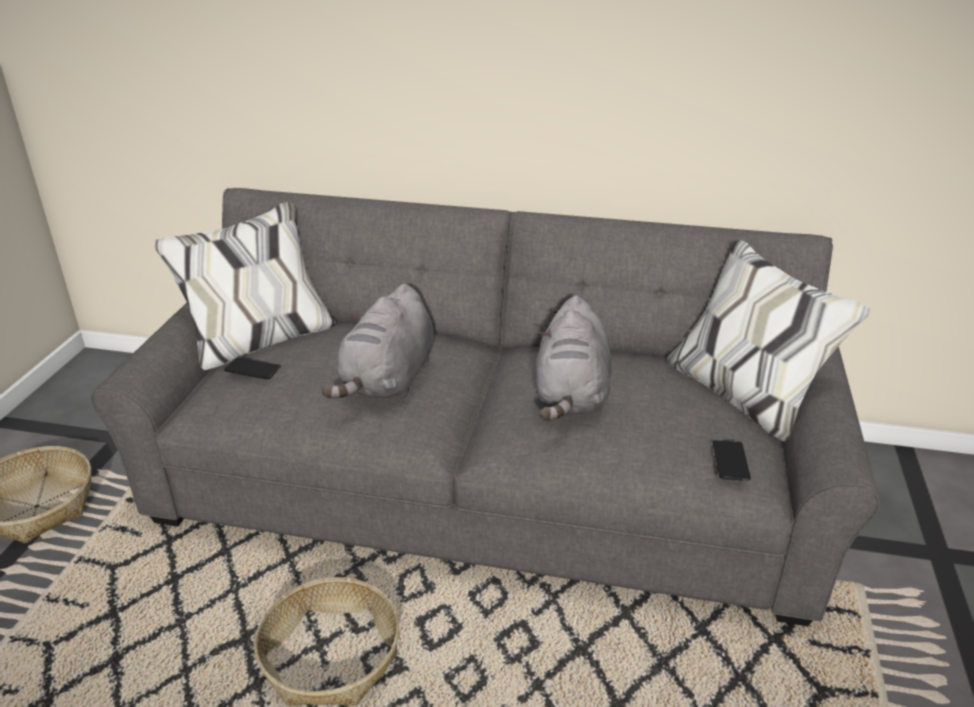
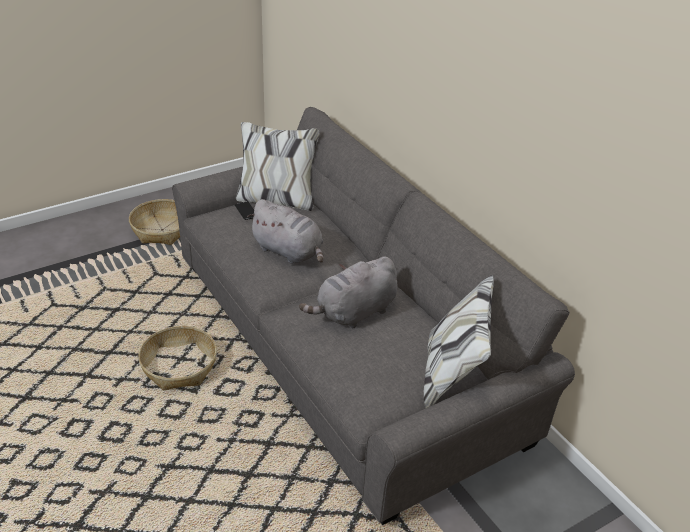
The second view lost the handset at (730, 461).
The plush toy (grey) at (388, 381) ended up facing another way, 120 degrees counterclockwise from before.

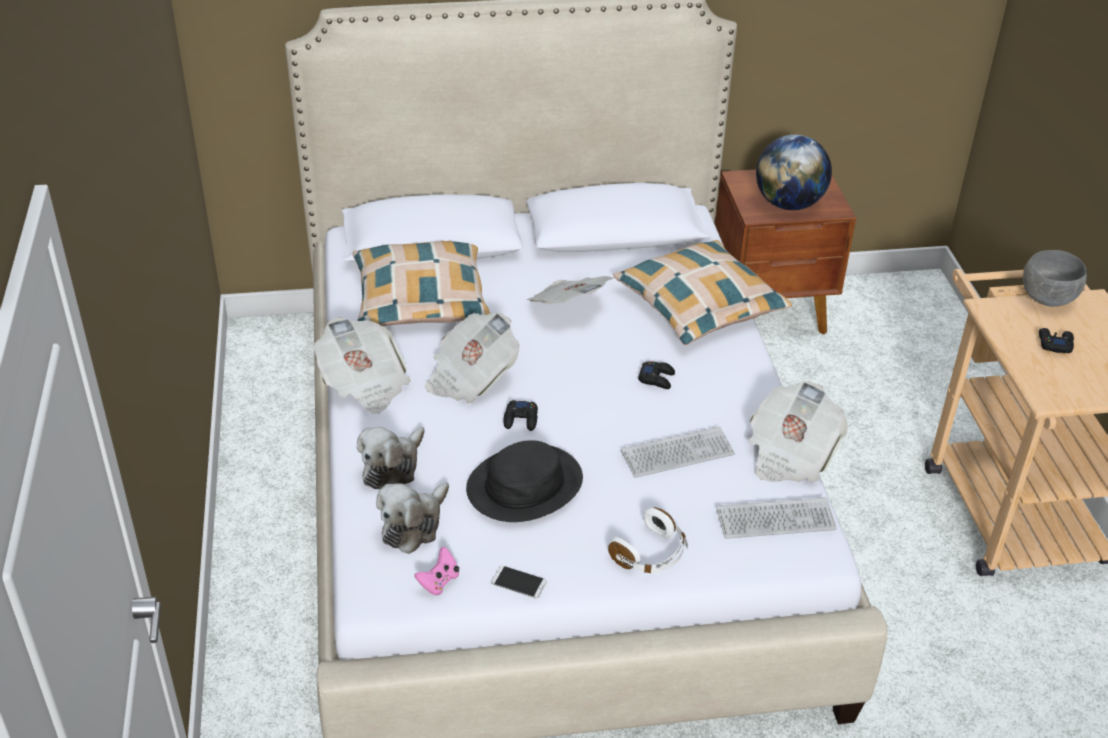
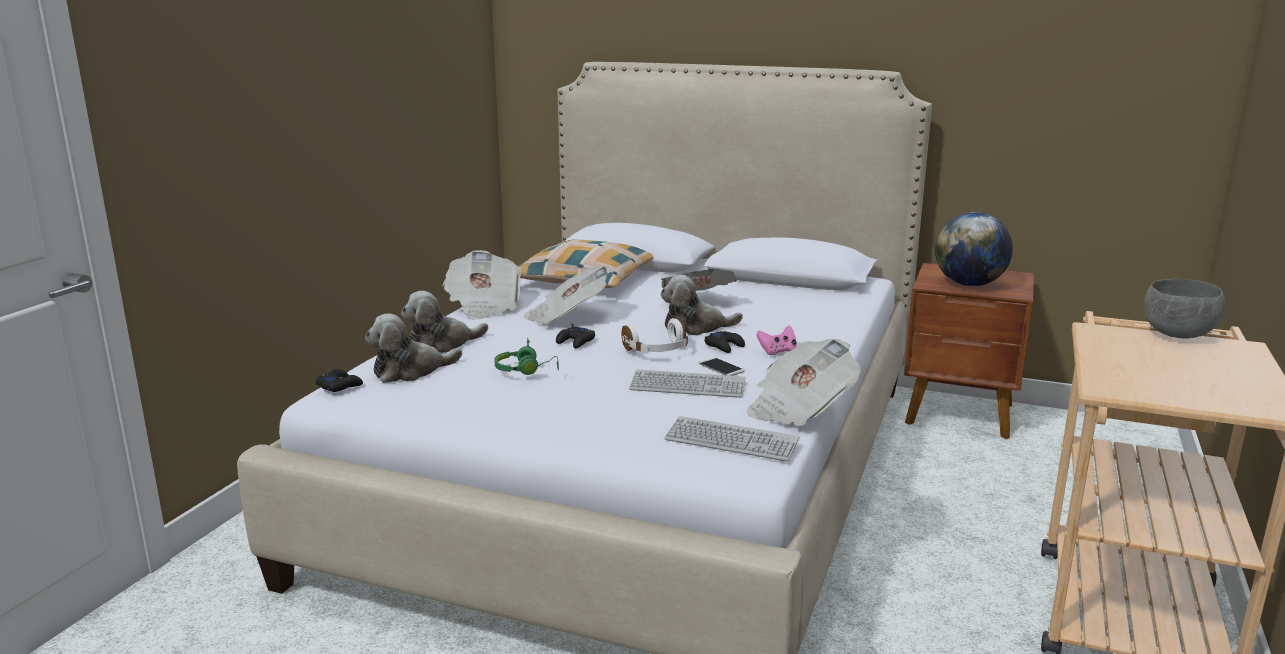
The second view lost the throw pillow at (700, 304).
The second view gained the plush toy at (695, 327).
The game controller (pink-coloured) ended up elsewhere, having gone from (439, 582) to (777, 351).
The handset ended up elsewhere, having gone from (518, 582) to (721, 368).
The headset (white-coloured) ended up elsewhere, having gone from (651, 554) to (657, 351).
The game controller (black-coloured) ended up elsewhere, having gone from (1054, 344) to (339, 386).
Where the clothing hat (black-coloured) stood at (524, 485), the headset (greenish) came to stand at (526, 370).

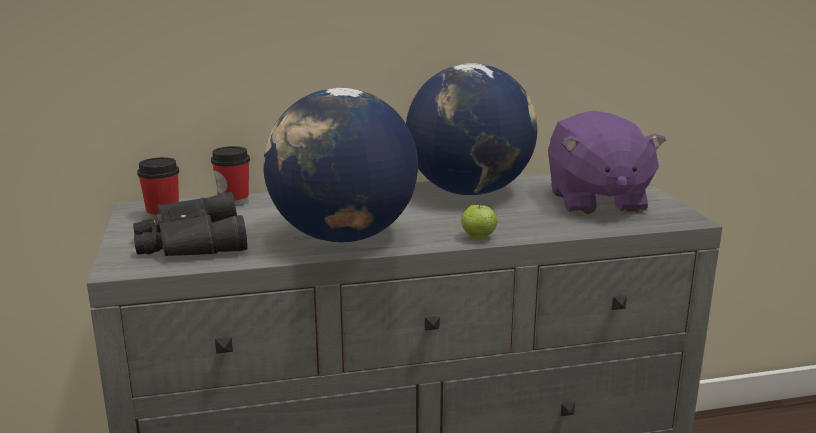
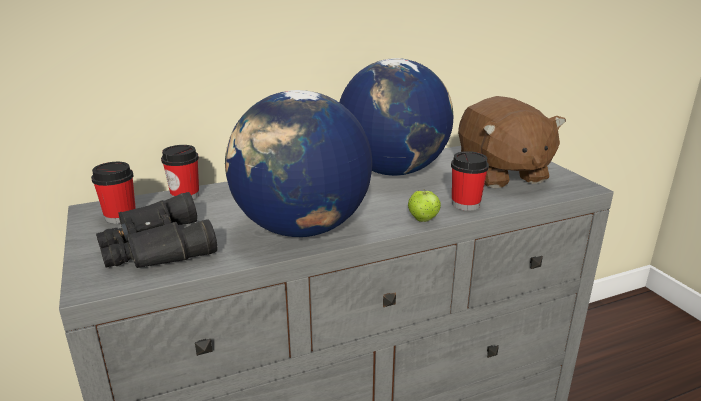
The second view gained the drinking cup at (465, 204).
What was the plush toy (purple) at (595, 201) turned into the plush toy (brown-coloured) at (501, 174).

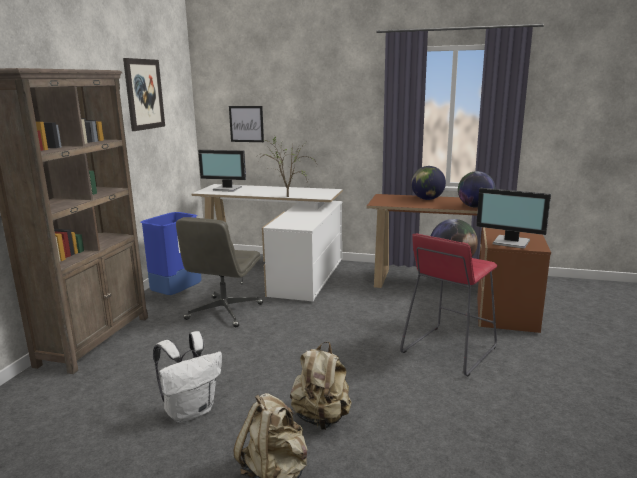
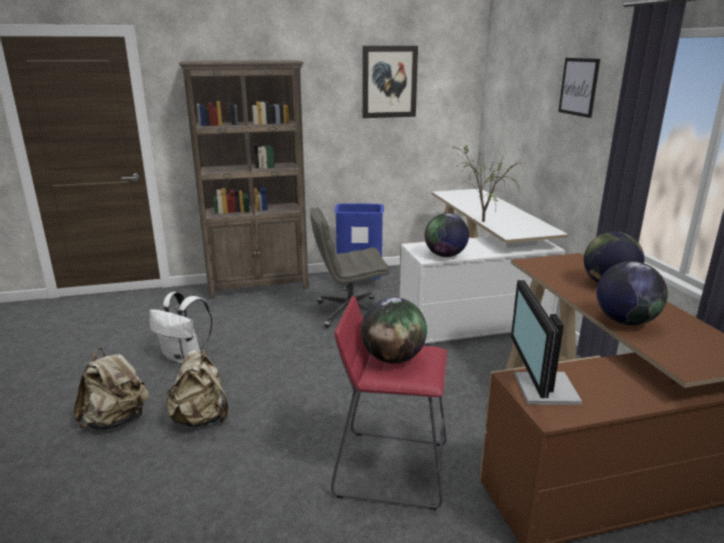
The second view lost the monitor at (227, 189).
The second view gained the desk globe at (445, 255).
The picture ended up elsewhere, having gone from (246, 124) to (578, 87).

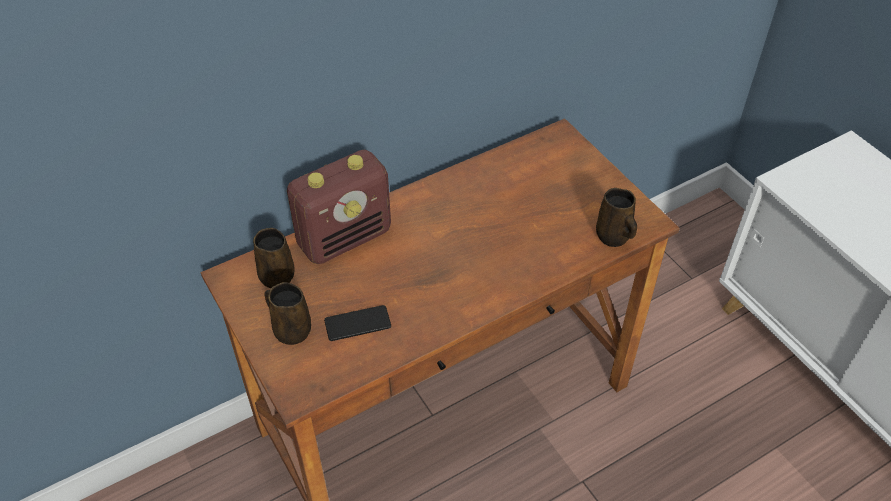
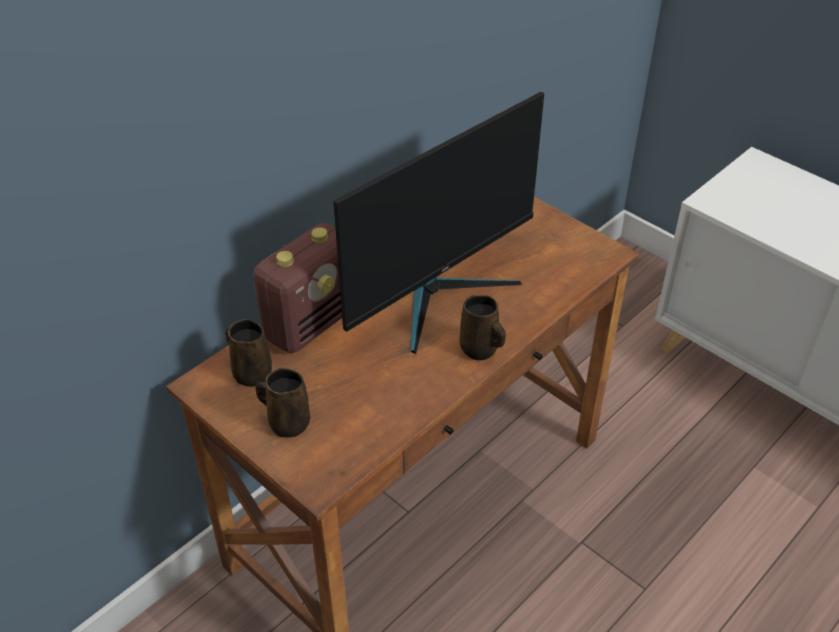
The second view lost the handset at (357, 324).
The second view gained the monitor at (438, 293).
The mug (brown-coloured) ended up elsewhere, having gone from (613, 237) to (480, 350).

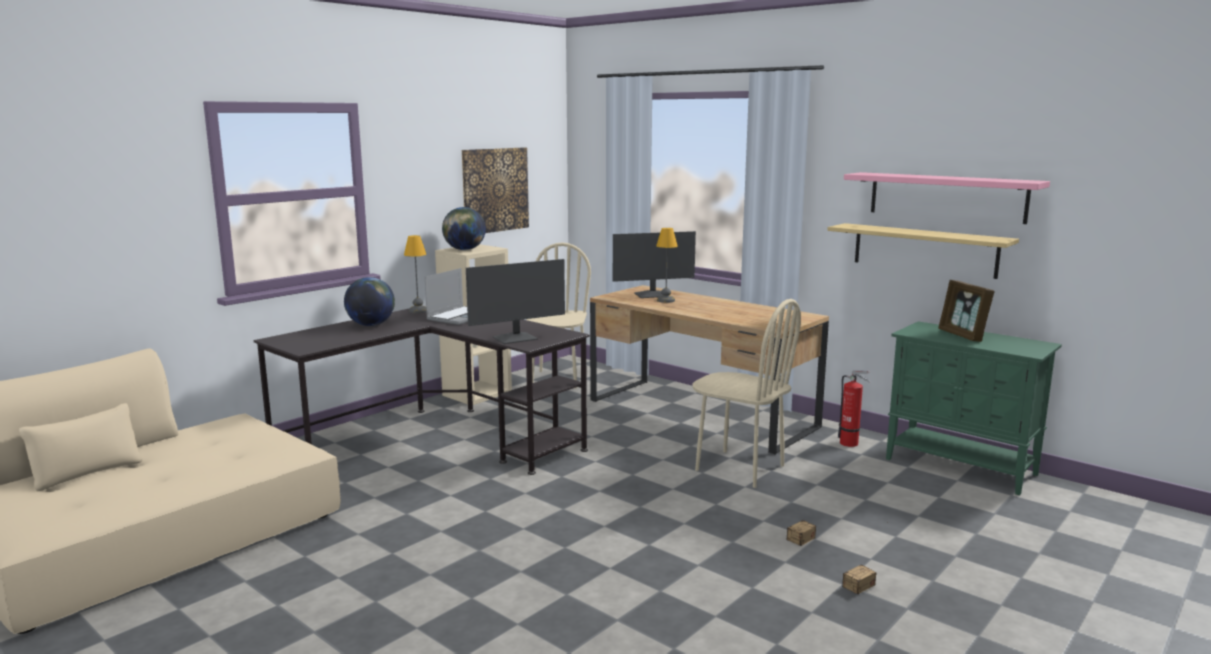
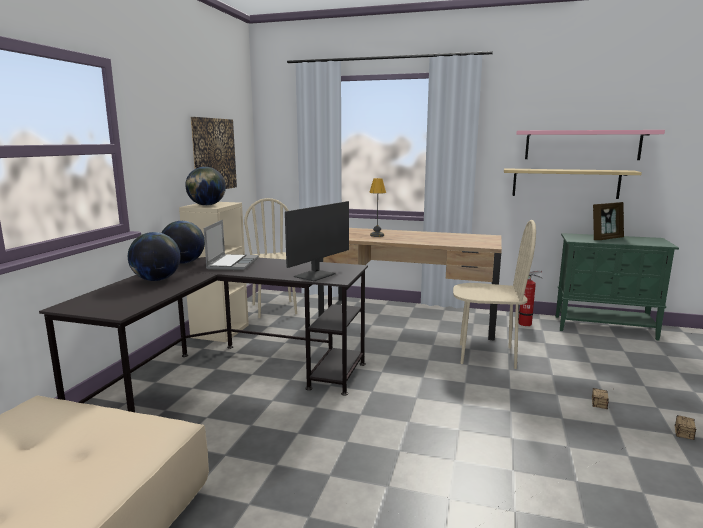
The second view lost the monitor at (652, 295).
Where the tabletop lamp stood at (418, 311), the desk globe came to stand at (183, 262).
The standing frame at (962, 335) ended up facing another way, 75 degrees counterclockwise from before.

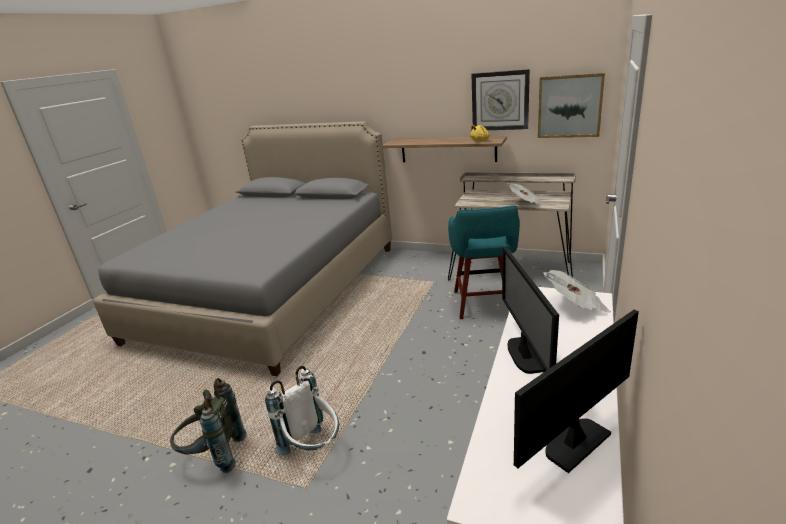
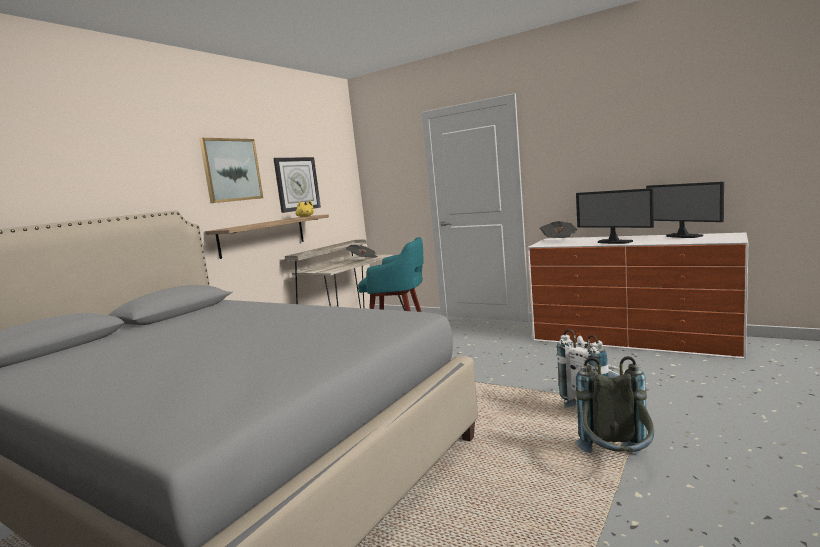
The picture ended up elsewhere, having gone from (569, 106) to (231, 170).
The monitor at (524, 355) ended up facing another way, 45 degrees clockwise from before.

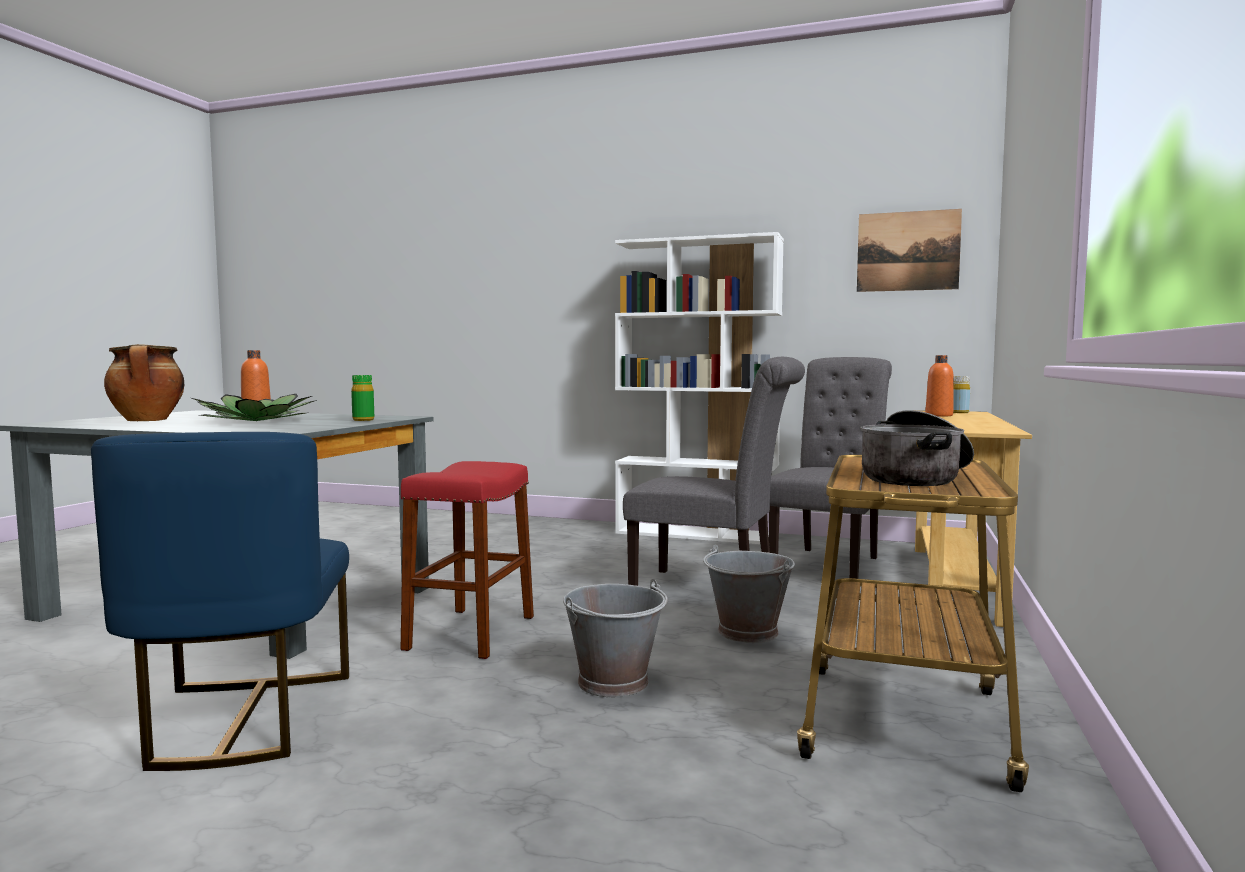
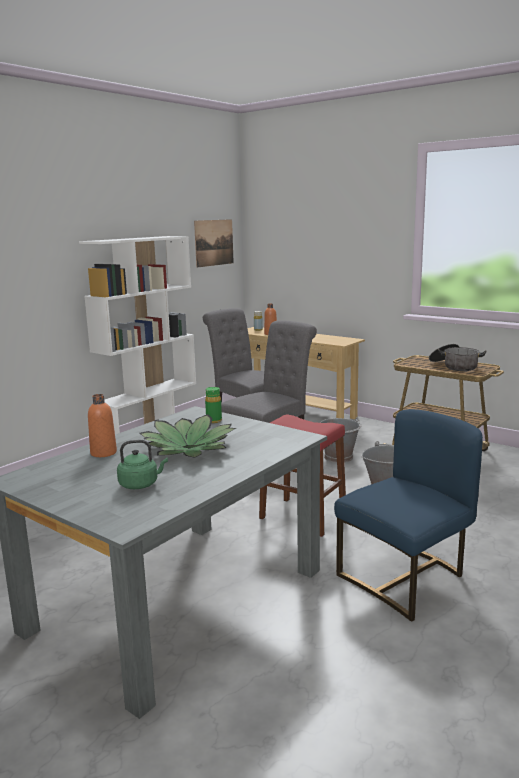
Where the saucepot stood at (148, 420), the water kettle (greenish) came to stand at (140, 484).
The chair (blue) at (242, 719) ended up facing another way, 45 degrees counterclockwise from before.

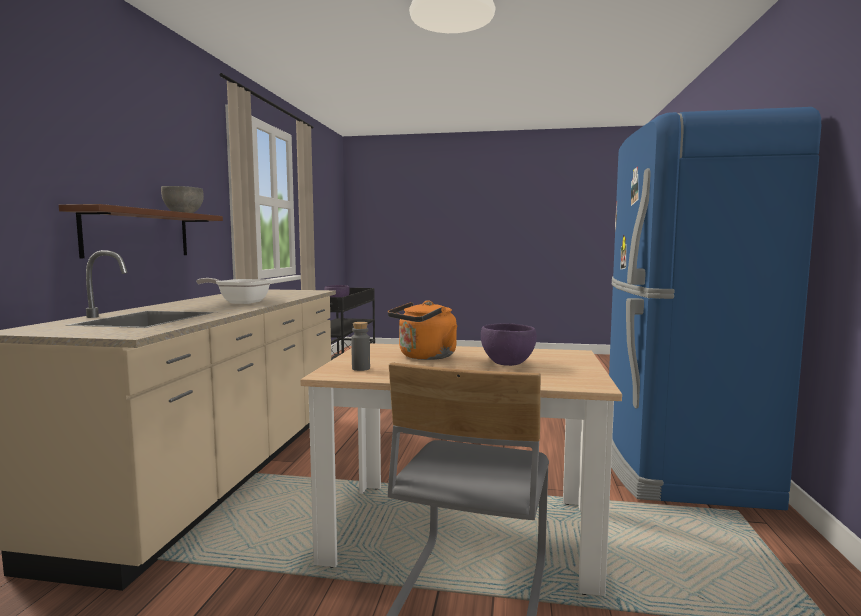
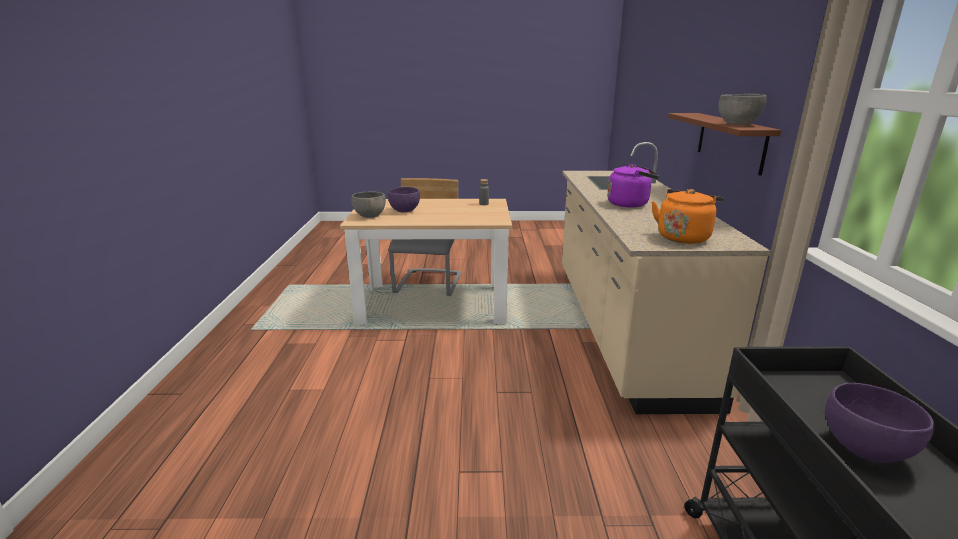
The second view lost the kitchen fridge (blue) at (675, 463).
The second view gained the deep dish (grey) at (370, 216).
The water kettle (orange) ended up elsewhere, having gone from (425, 357) to (683, 237).
Where the skillet stood at (240, 302), the water kettle (purple) came to stand at (630, 204).

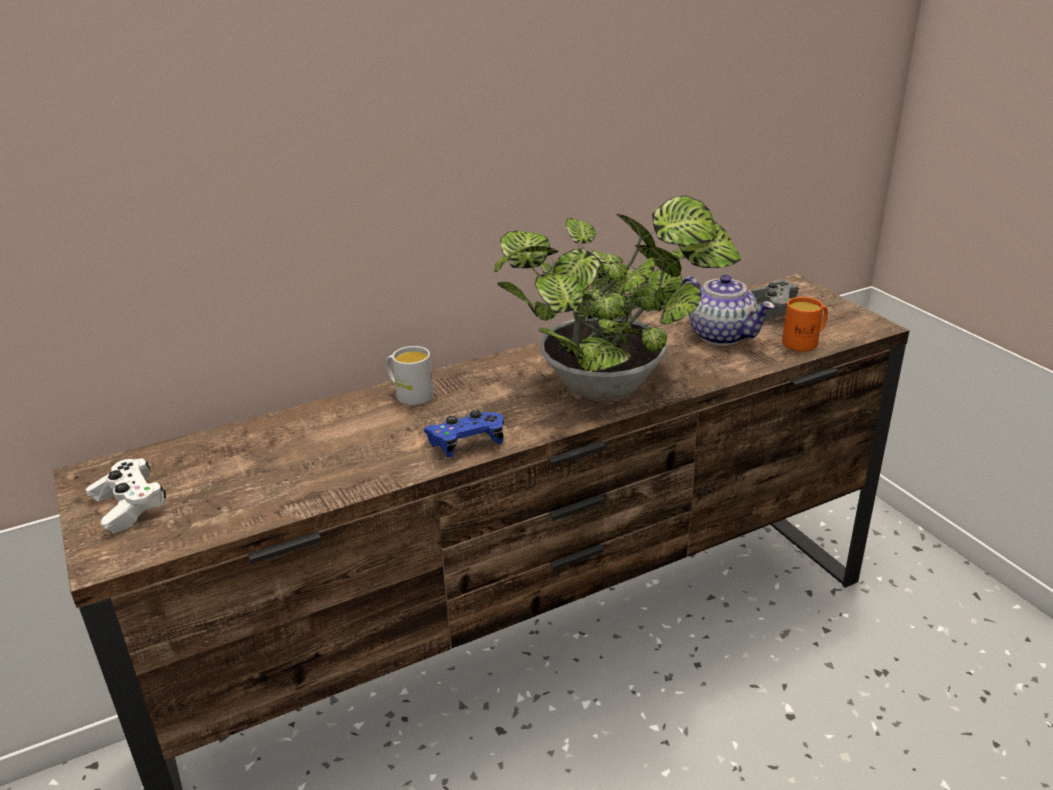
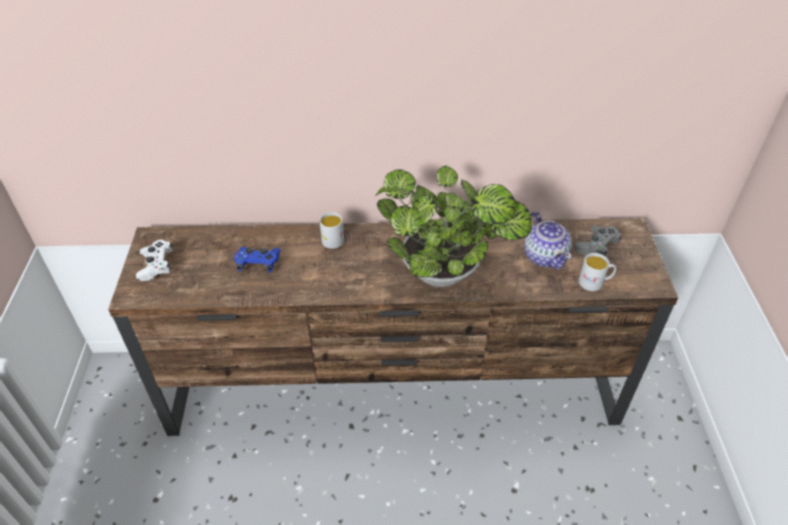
The game controller (blue) ended up elsewhere, having gone from (466, 444) to (258, 264).
What was the mug (orange) at (805, 342) turned into the mug (white-coloured) at (595, 282).

